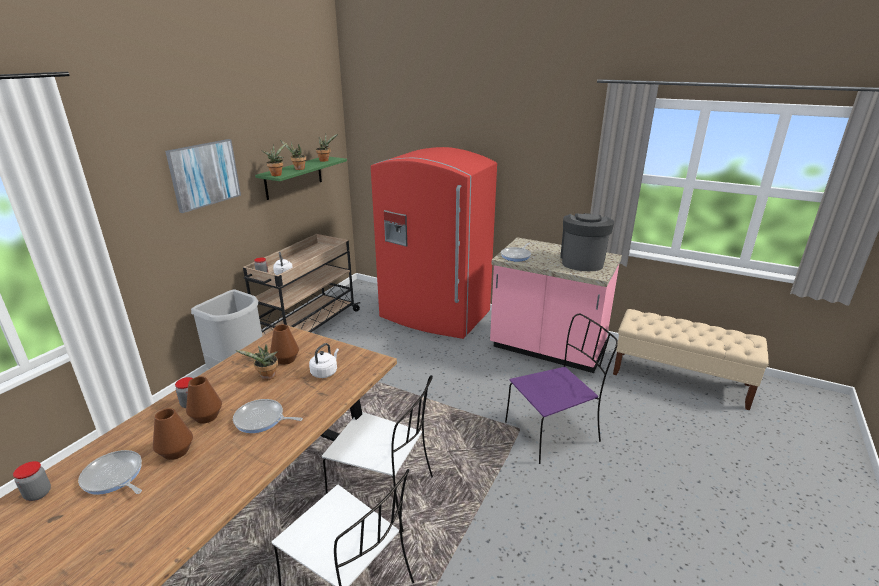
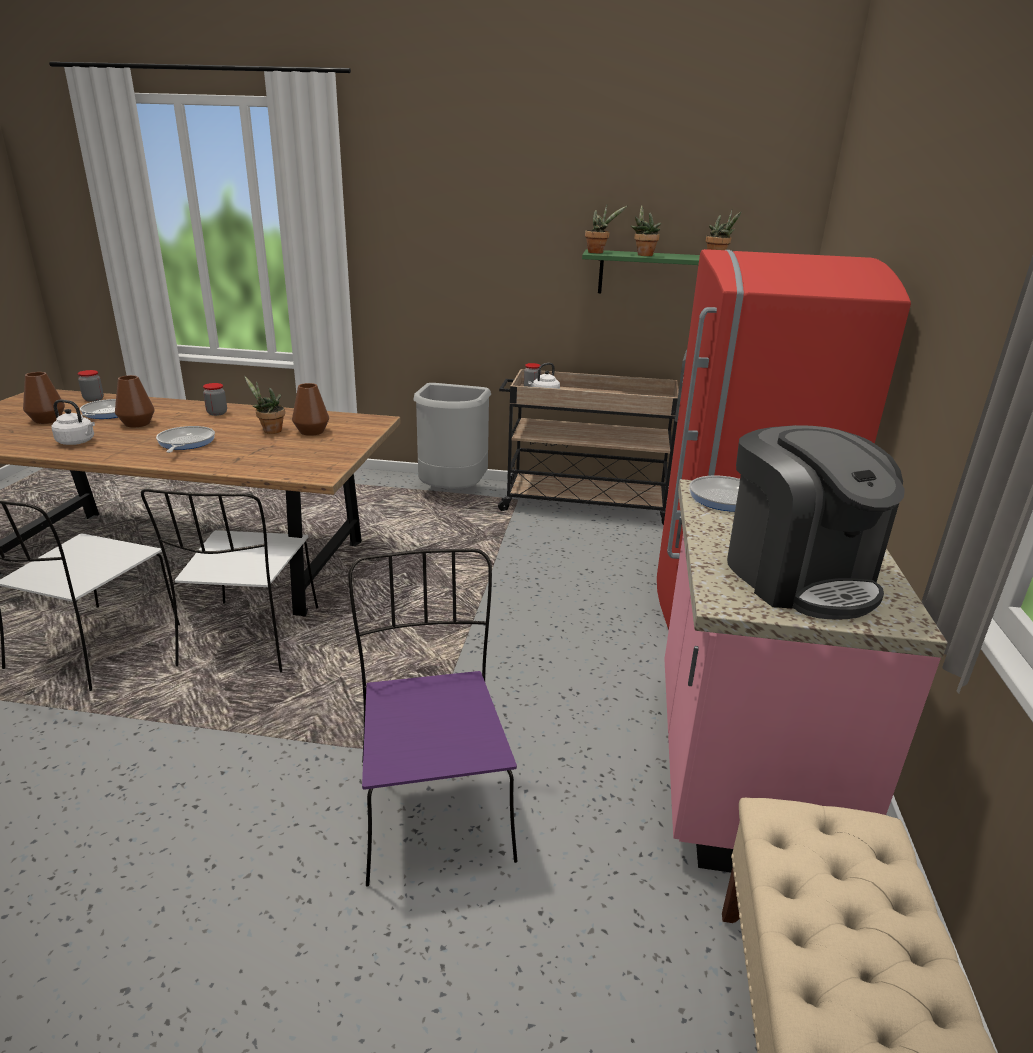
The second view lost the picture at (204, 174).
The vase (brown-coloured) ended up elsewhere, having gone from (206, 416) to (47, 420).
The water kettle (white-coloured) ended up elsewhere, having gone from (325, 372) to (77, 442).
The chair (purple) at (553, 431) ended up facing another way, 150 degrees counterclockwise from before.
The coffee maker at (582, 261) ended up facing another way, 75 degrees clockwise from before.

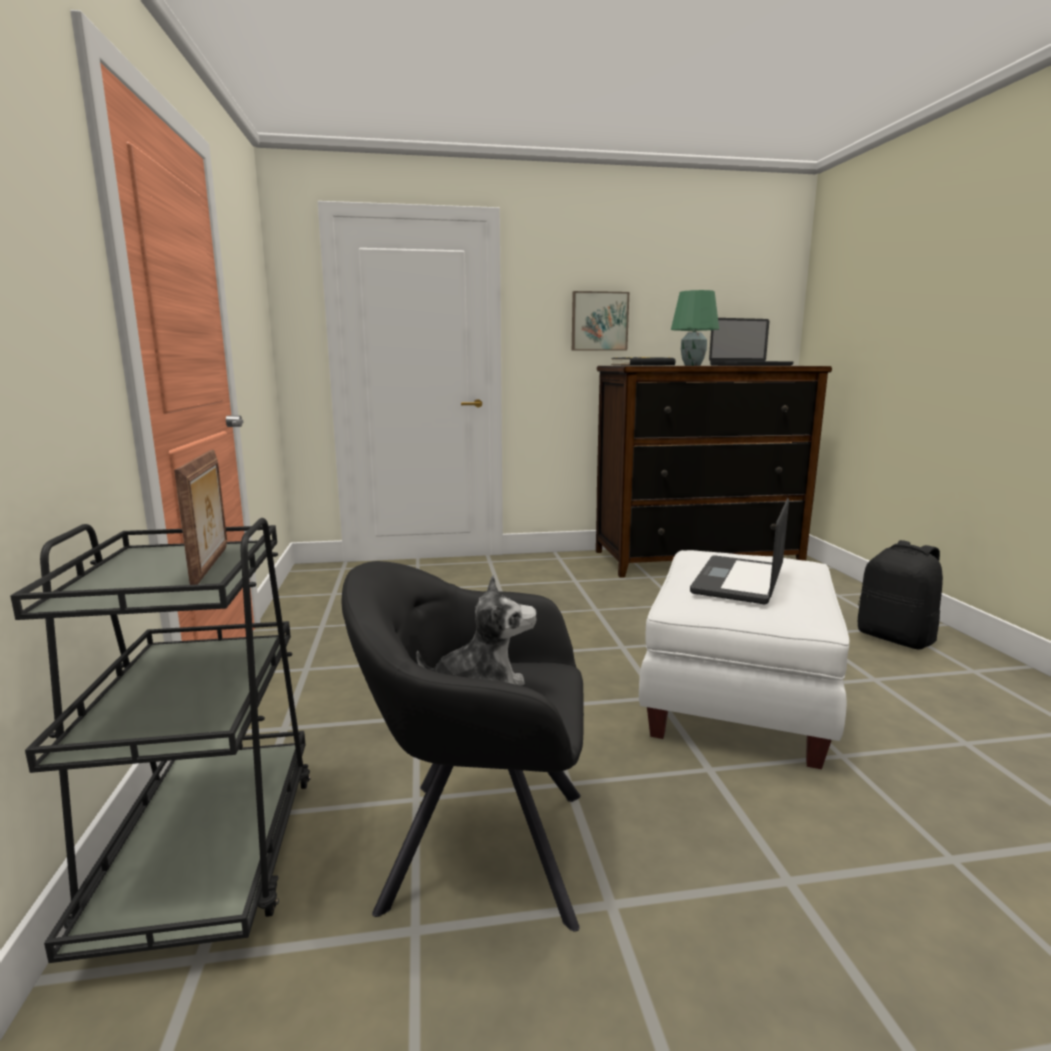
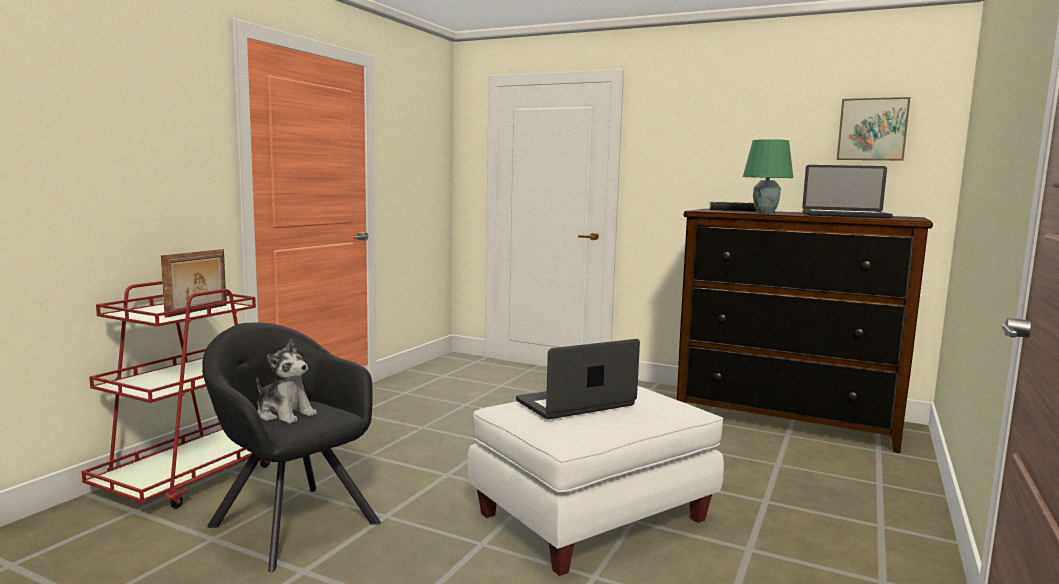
The second view lost the knapsack (black-coloured) at (896, 638).
The picture ended up elsewhere, having gone from (599, 321) to (872, 129).
What was the trolley (black-coloured) at (209, 855) turned into the trolley (red-coloured) at (190, 478).

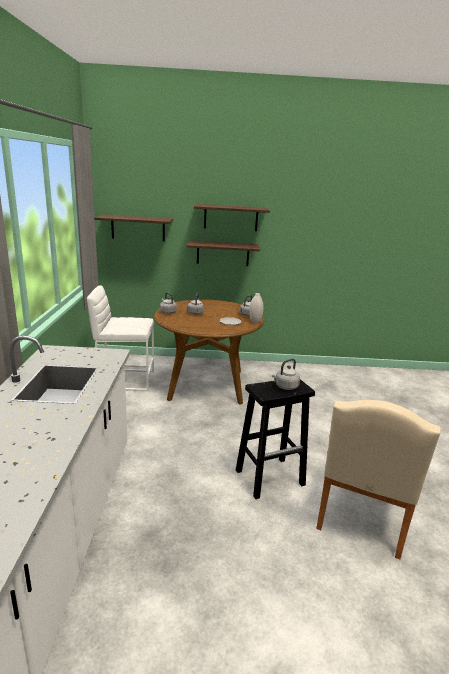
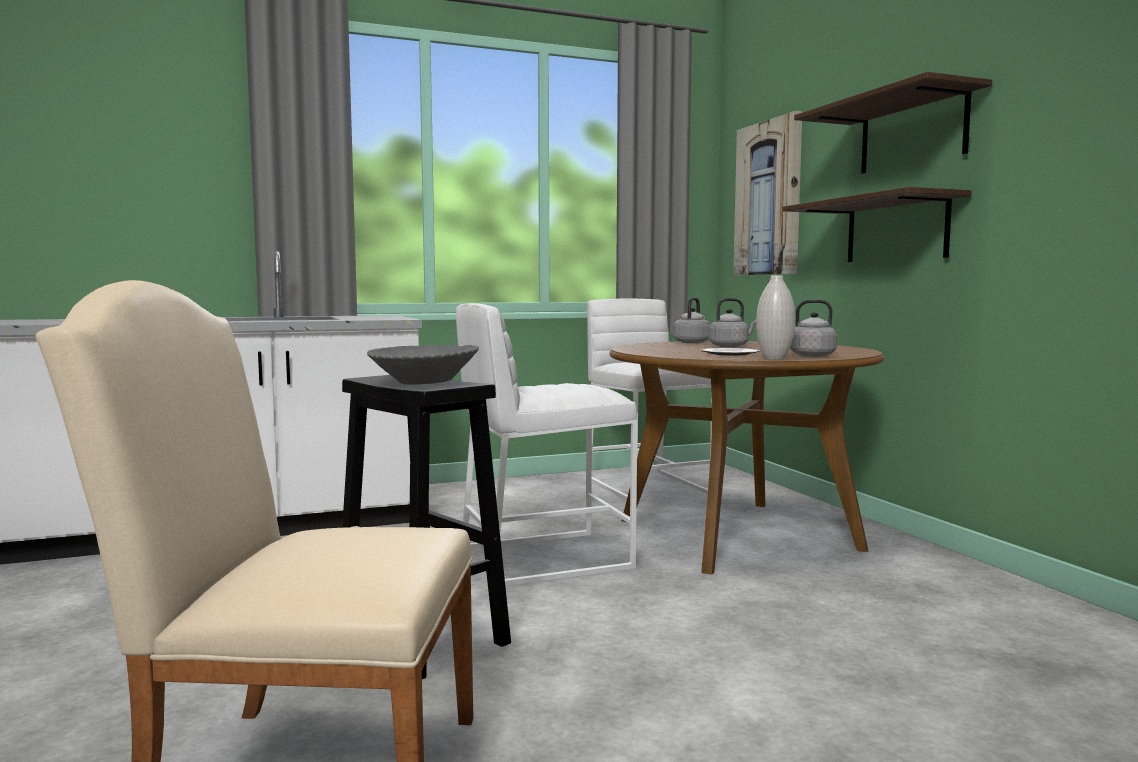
The second view gained the stool seat (white-coloured) at (543, 558).
Where the bracket shelf hung at (138, 228), the picture came to hang at (768, 199).
Where the water kettle (grey) stood at (285, 387), the deep dish (grey) came to stand at (424, 382).

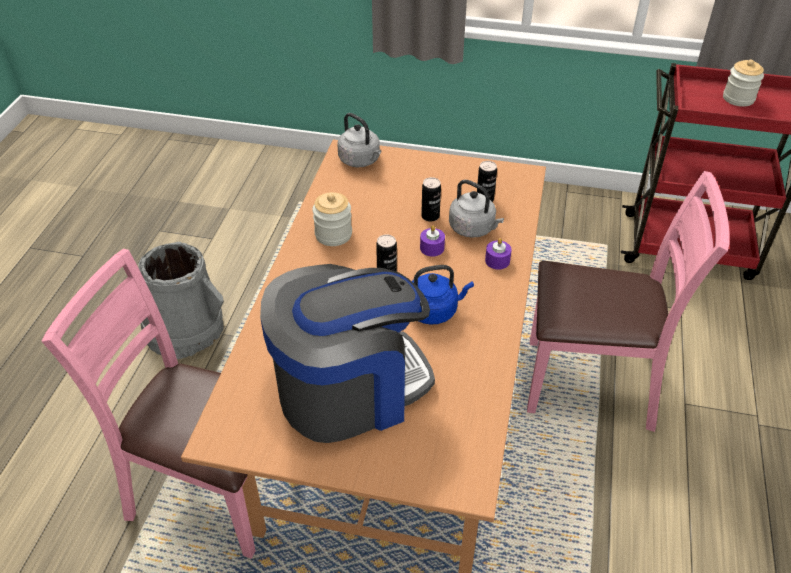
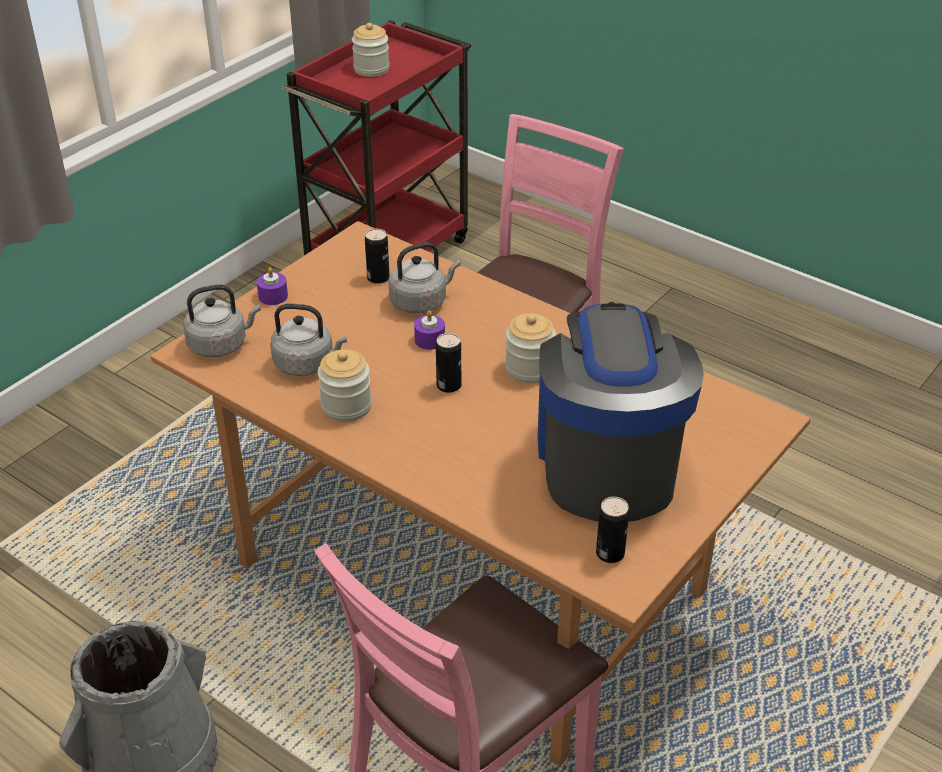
The second view gained the water kettle (grey) at (307, 364).
The metal can ended up elsewhere, having gone from (430, 216) to (610, 553).
The candle (purple) ended up elsewhere, having gone from (497, 261) to (273, 296).
Where the water kettle (blue) stood at (434, 310), the preserve jar came to stand at (529, 369).

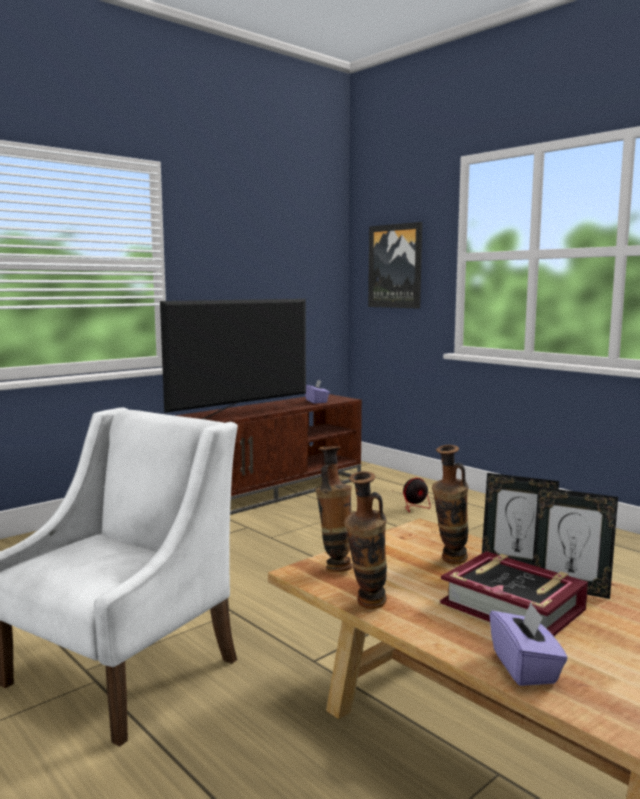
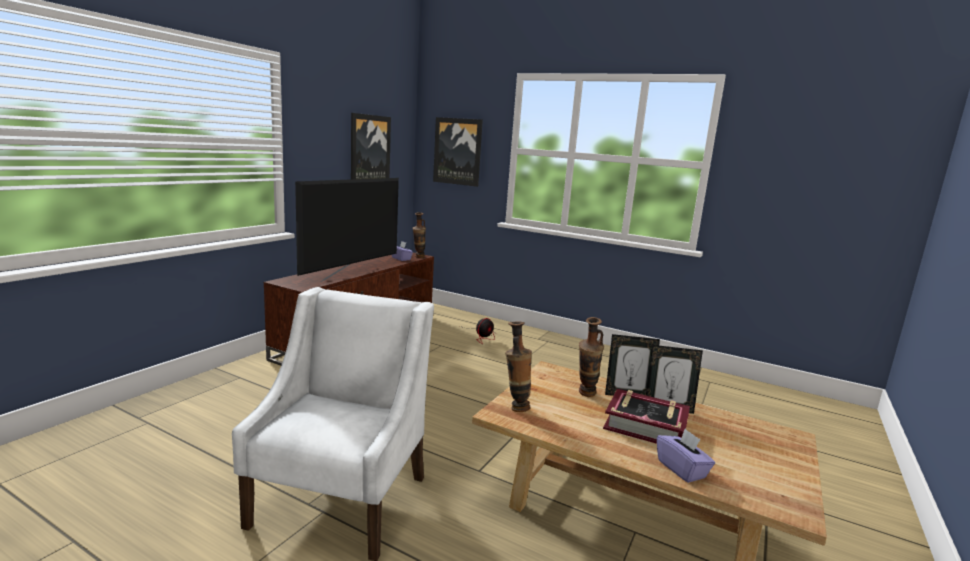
The second view gained the picture at (369, 150).
The vase ended up elsewhere, having gone from (366, 606) to (418, 257).

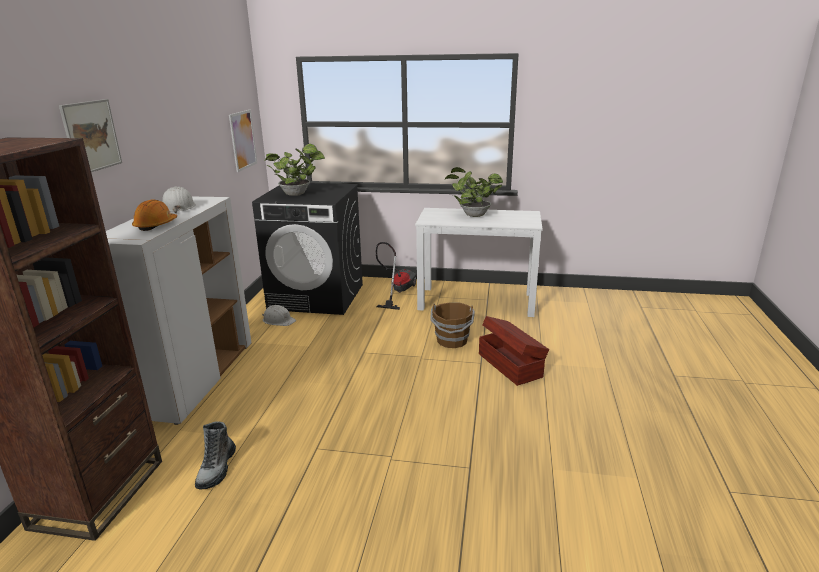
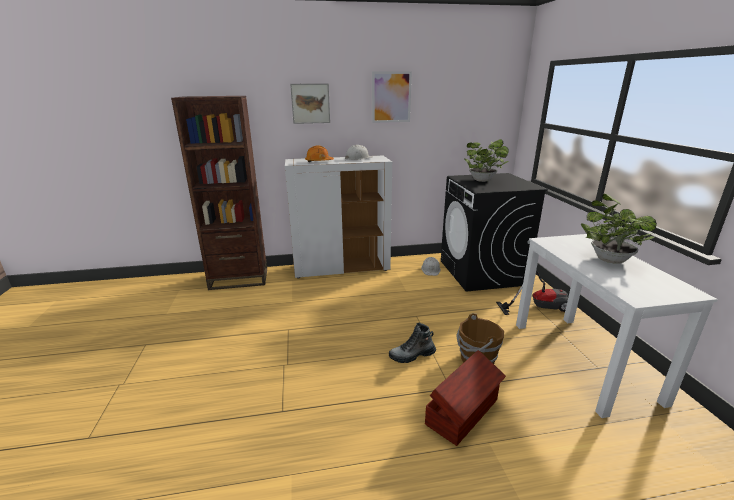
The tall boot ended up elsewhere, having gone from (217, 469) to (412, 355).
The picture ended up elsewhere, having gone from (243, 140) to (391, 97).

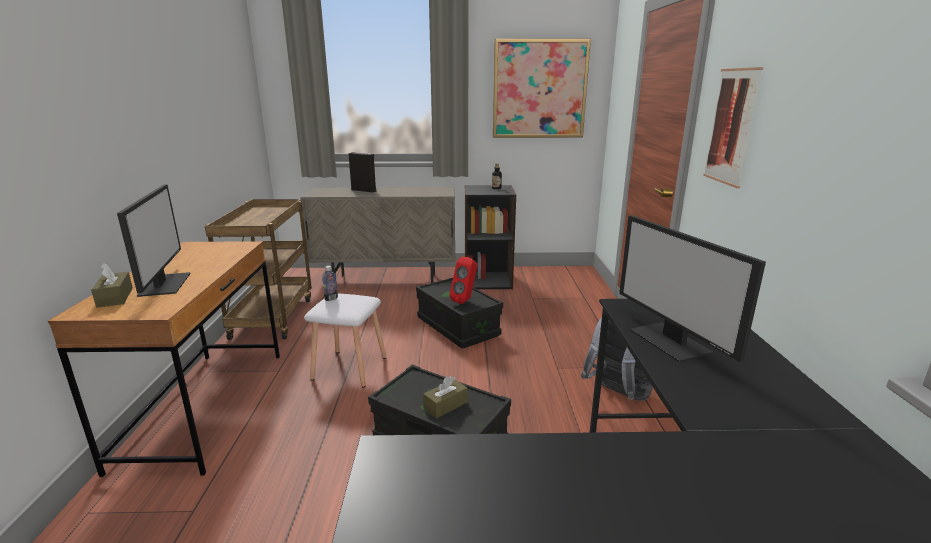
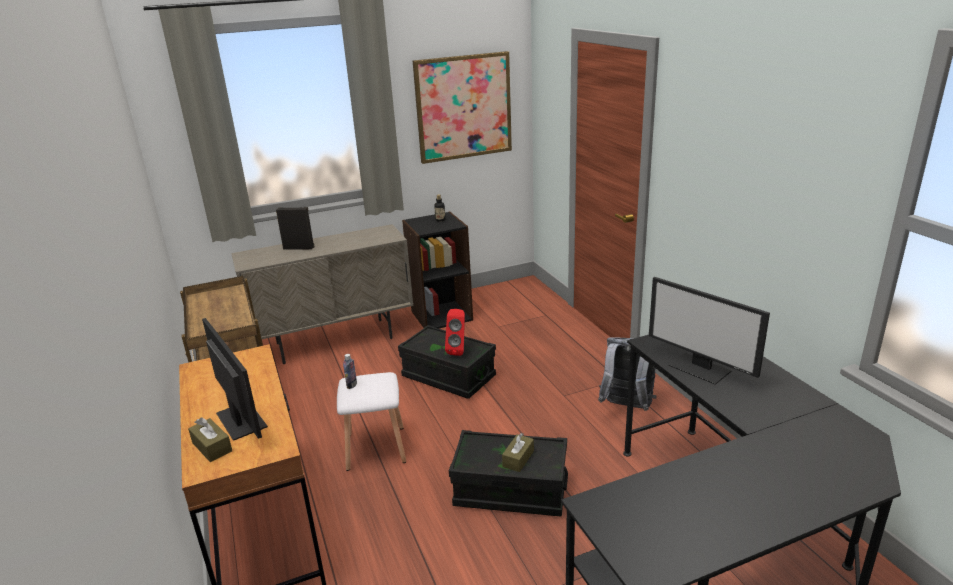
The second view lost the picture at (731, 127).

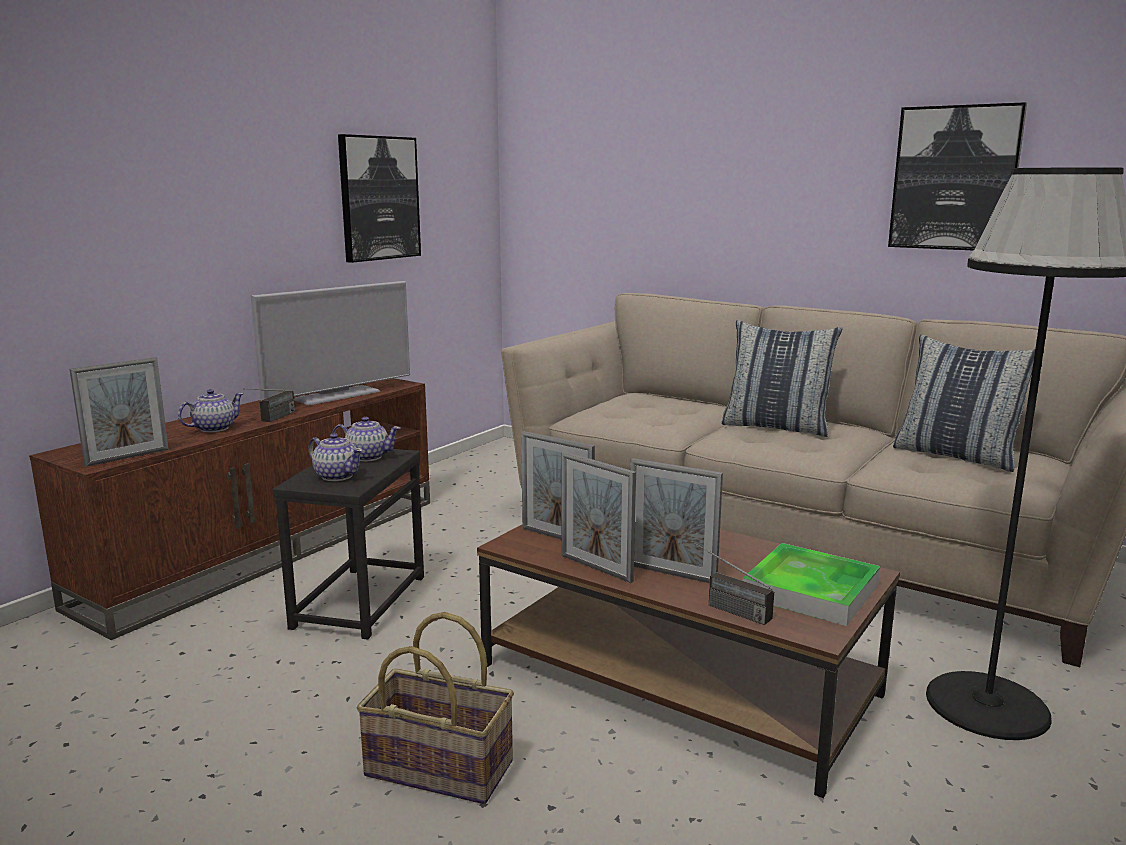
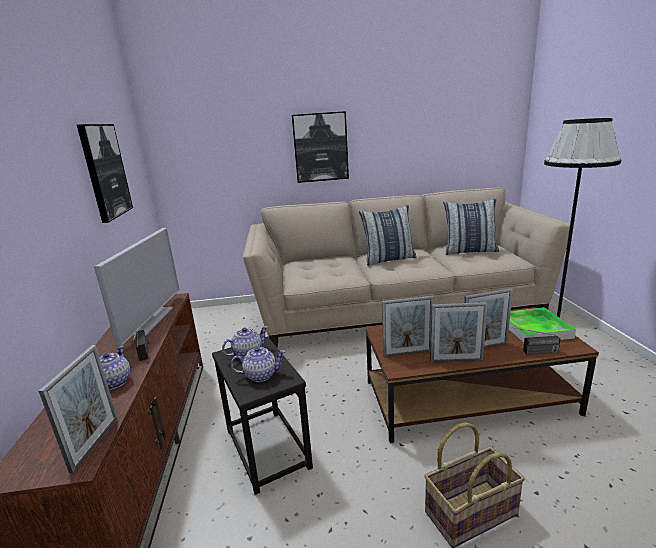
The picture ended up elsewhere, having gone from (955, 178) to (320, 147).

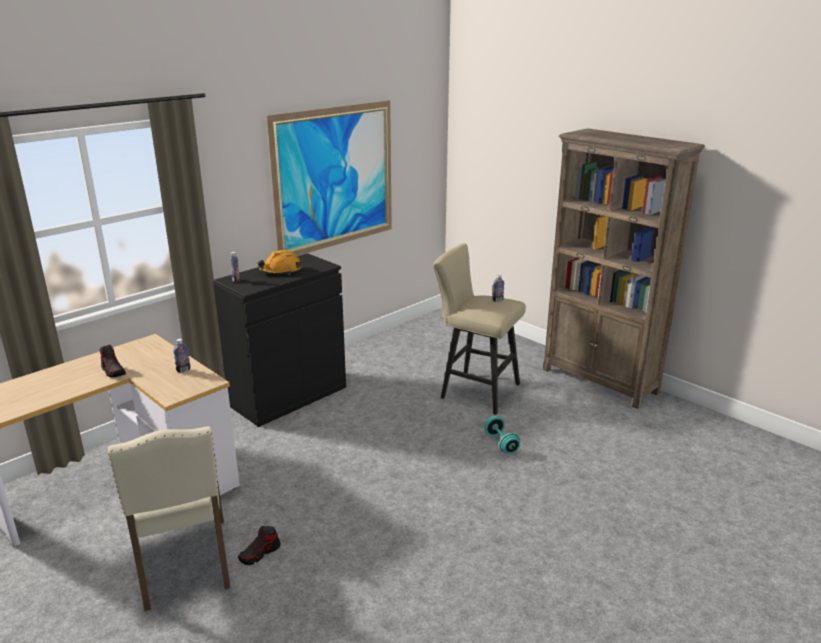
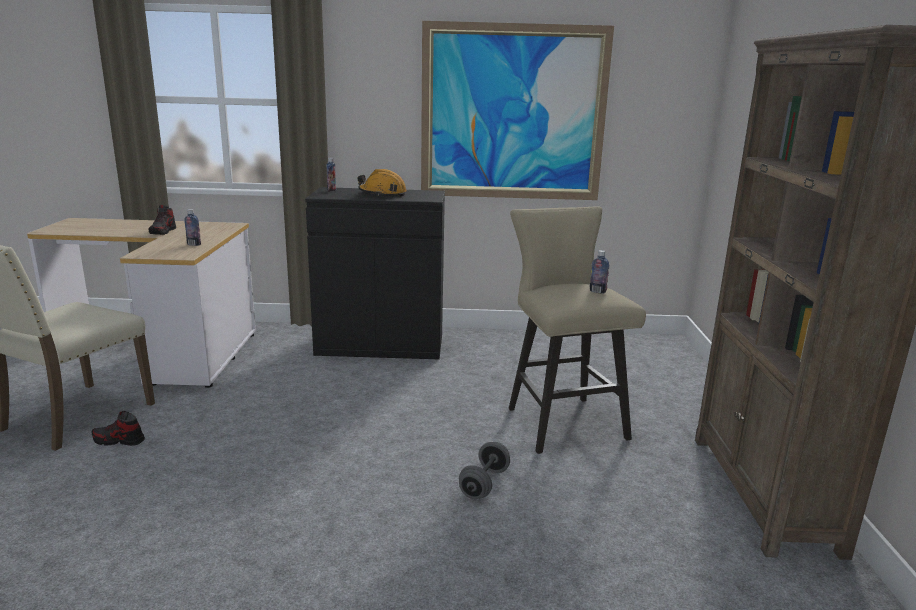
What was the dumbbell (turquoise) at (501, 443) turned into the dumbbell (grey) at (484, 483).

